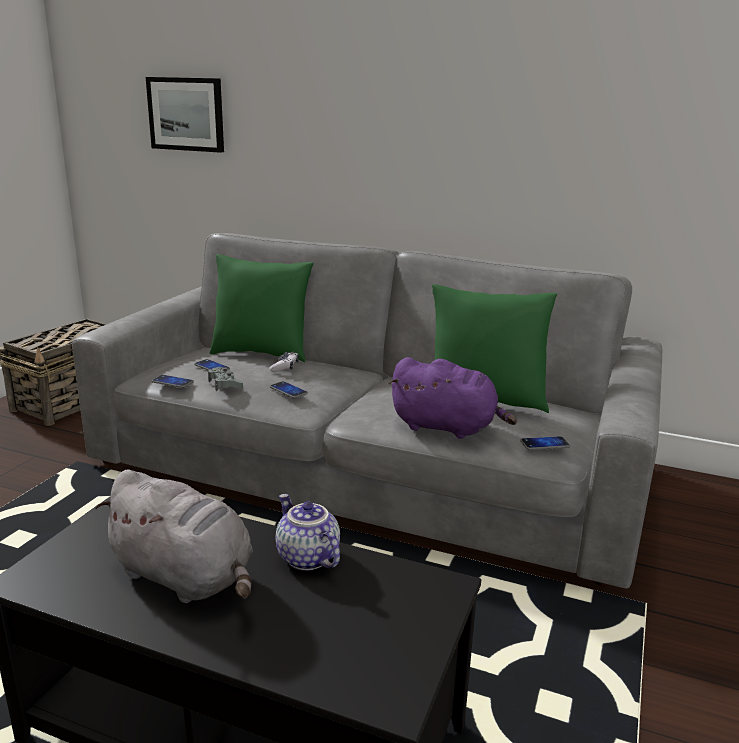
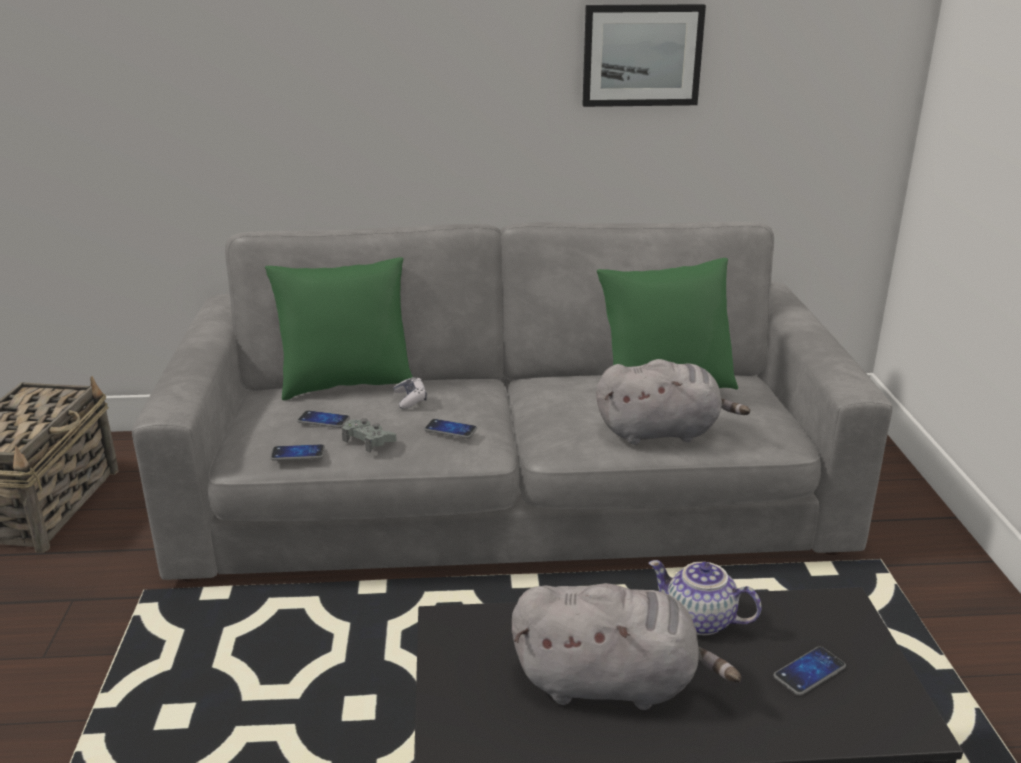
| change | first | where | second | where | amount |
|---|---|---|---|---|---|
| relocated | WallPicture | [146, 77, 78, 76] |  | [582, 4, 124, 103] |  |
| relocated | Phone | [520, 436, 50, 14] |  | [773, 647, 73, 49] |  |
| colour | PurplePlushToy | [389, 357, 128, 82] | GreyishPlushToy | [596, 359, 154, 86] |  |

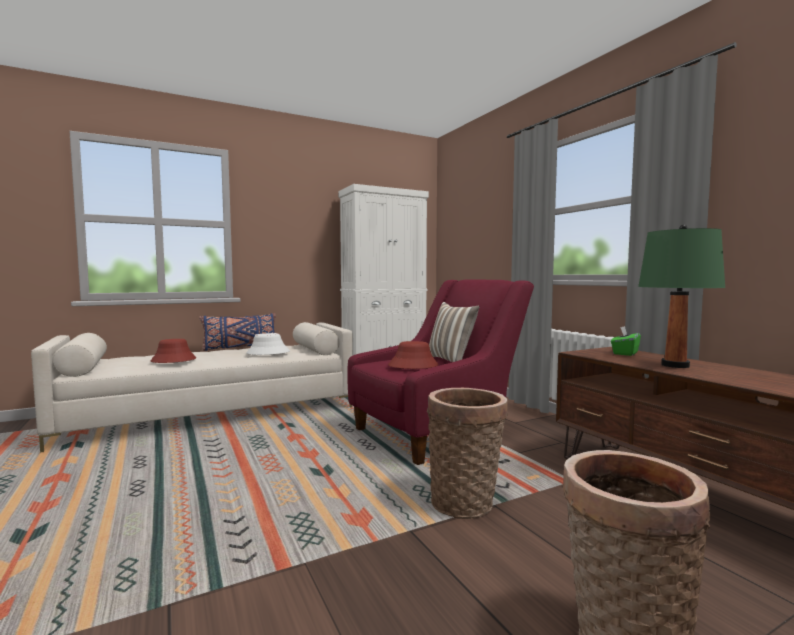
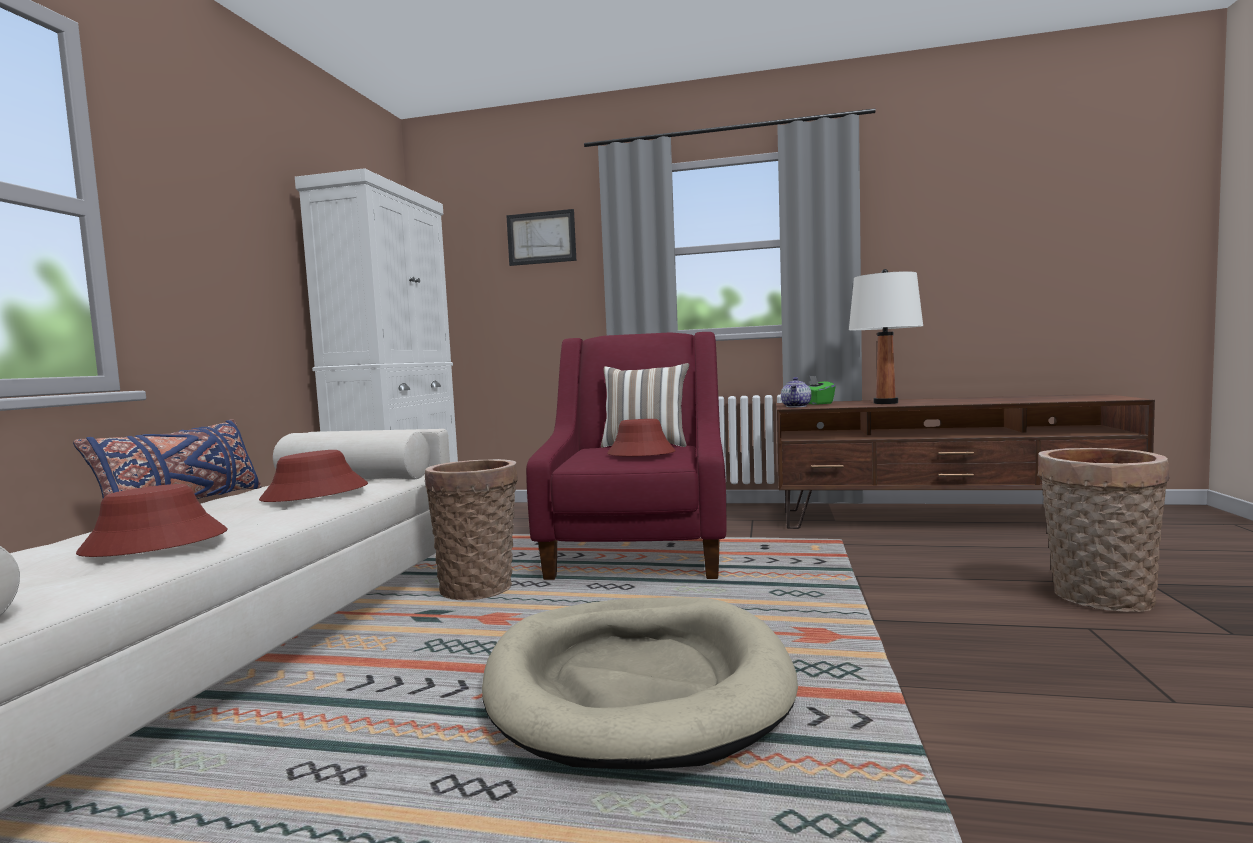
| change | first | where | second | where | amount |
|---|---|---|---|---|---|
| appeared |  |  | BeigeDogBed | [482, 597, 316, 173] |  |
| appeared |  |  | WallPicture | [506, 209, 70, 57] |  |
| appeared |  |  | TeaPot | [781, 377, 30, 30] |  |
| relocated | Basket | [427, 388, 81, 131] |  | [425, 459, 93, 141] |  |
| colour | WhitishClothingHat | [246, 333, 44, 22] | RedColouredClothingHat | [259, 450, 109, 52] |  |
| colour | GreenTableLamp | [638, 225, 88, 143] | WhitishTableLamp | [849, 269, 74, 135] |  |

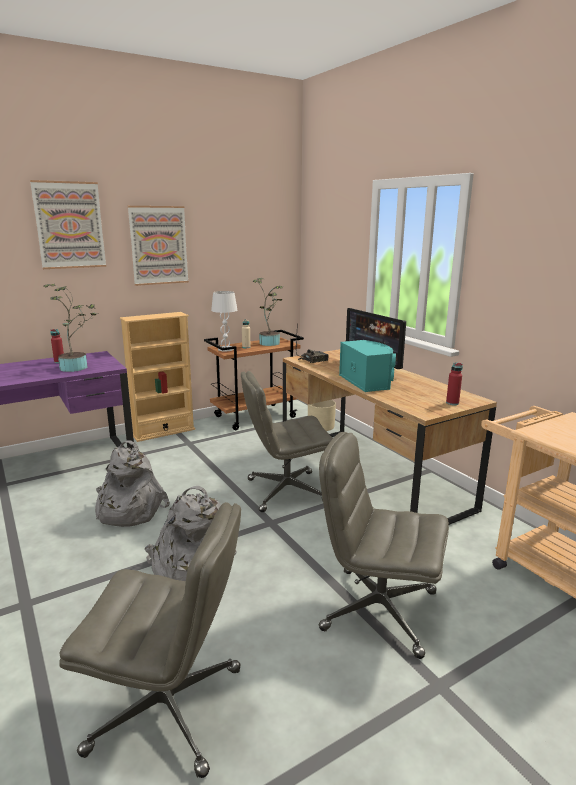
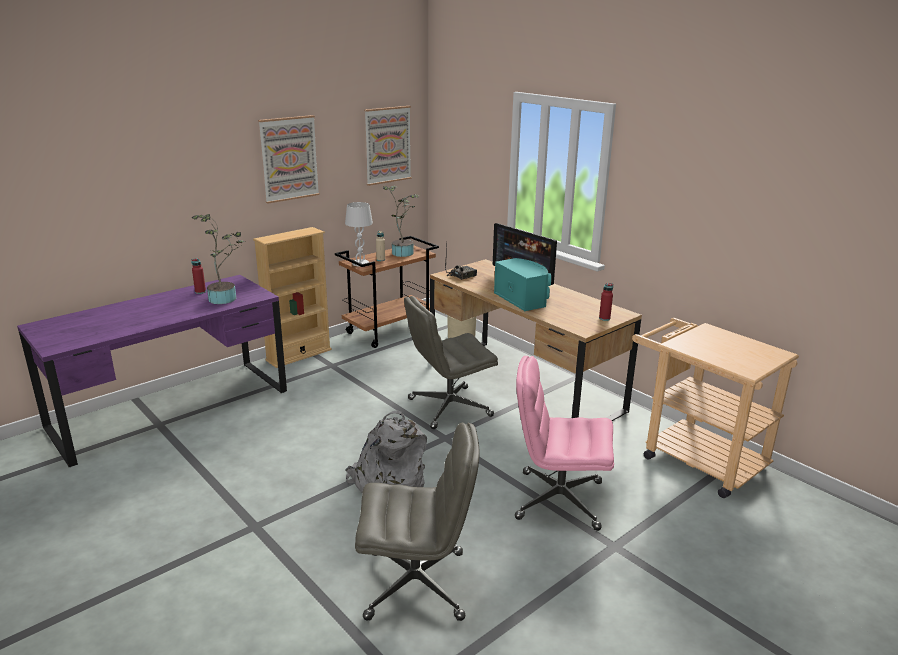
| change | first | where | second | where | amount |
|---|---|---|---|---|---|
| missing | GreyishKnapsack | [95, 440, 75, 87] |  |  |  |
| relocated | WallPicture | [30, 180, 76, 89] |  | [364, 106, 47, 80] |  |
| colour | GreyishDeskChair | [319, 432, 130, 227] | PinkishDeskChair | [515, 356, 99, 175] |  |

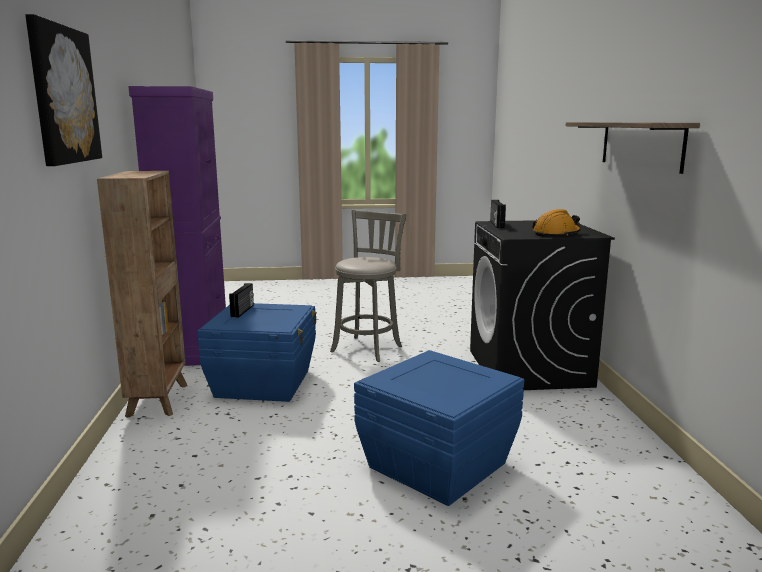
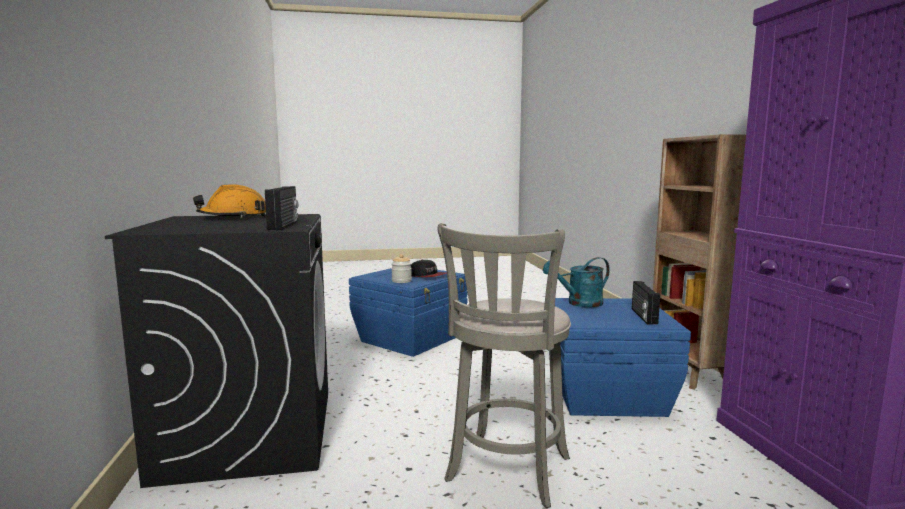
| change | first | where | second | where | amount |
|---|---|---|---|---|---|
| missing | WallPicture | [25, 14, 77, 152] |  |  |  |
| missing | Shelf | [566, 122, 134, 52] |  |  |  |
| appeared |  |  | Jar | [391, 254, 21, 29] |  |
| appeared |  |  | PeakedCap | [411, 259, 35, 18] |  |
| appeared |  |  | BlueGreenWateringPot | [543, 257, 67, 50] |  |

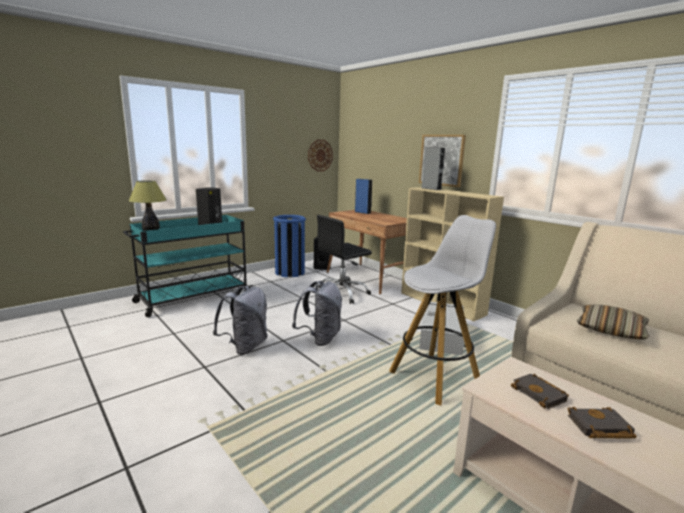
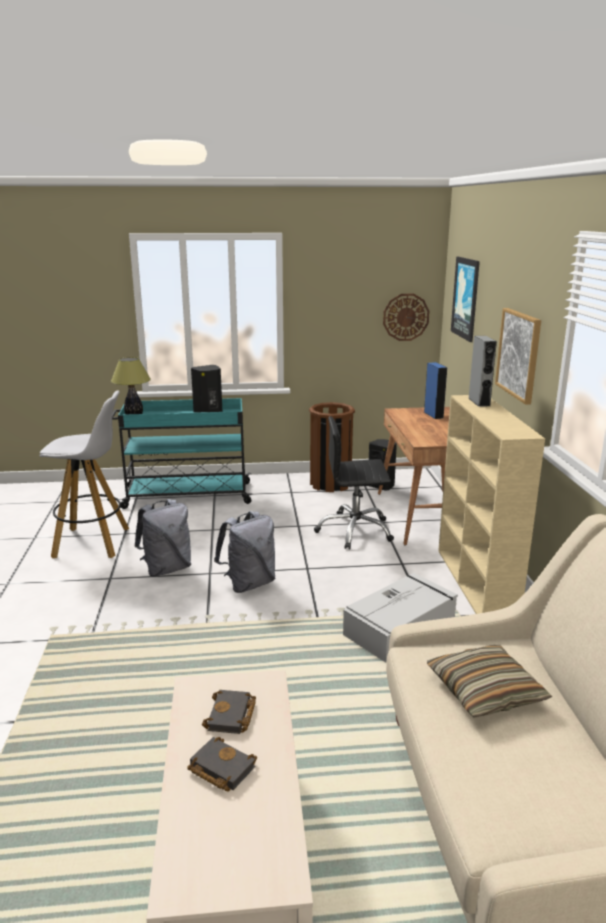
| change | first | where | second | where | amount |
|---|---|---|---|---|---|
| appeared |  |  | WallPicture | [451, 257, 29, 85] |  |
| relocated | WhitishSittingStool | [389, 215, 107, 191] |  | [40, 391, 89, 167] |  |
| colour | BlueTrashCan | [273, 215, 33, 62] | BrownColouredTrashCan | [309, 402, 46, 90] |  |

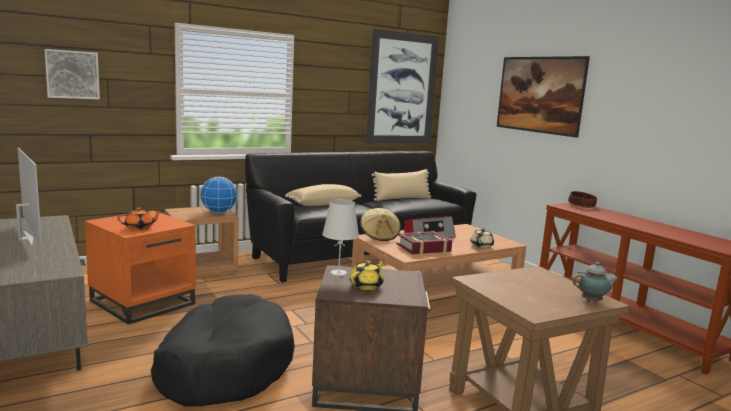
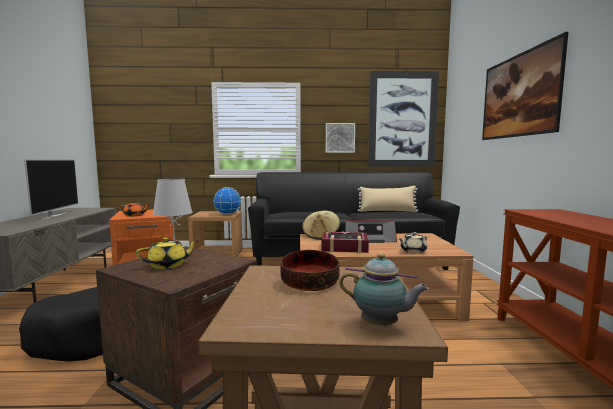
| change | first | where | second | where | amount |
|---|---|---|---|---|---|
| missing | BeigeCushion | [285, 184, 76, 22] |  |  |  |
| relocated | WallPicture | [45, 49, 55, 50] |  | [326, 123, 29, 30] |  |
| relocated | DeepDish | [568, 191, 29, 17] |  | [280, 250, 60, 41] |  |

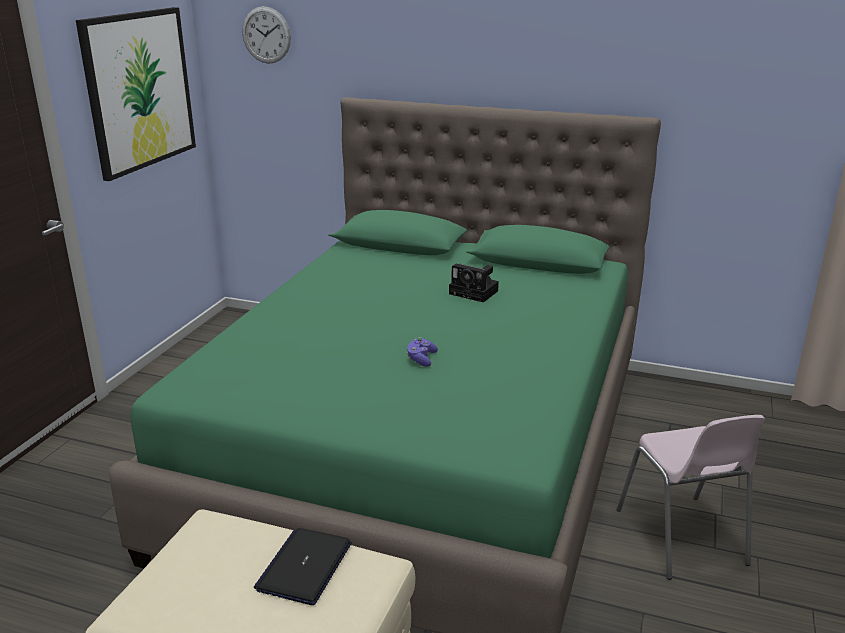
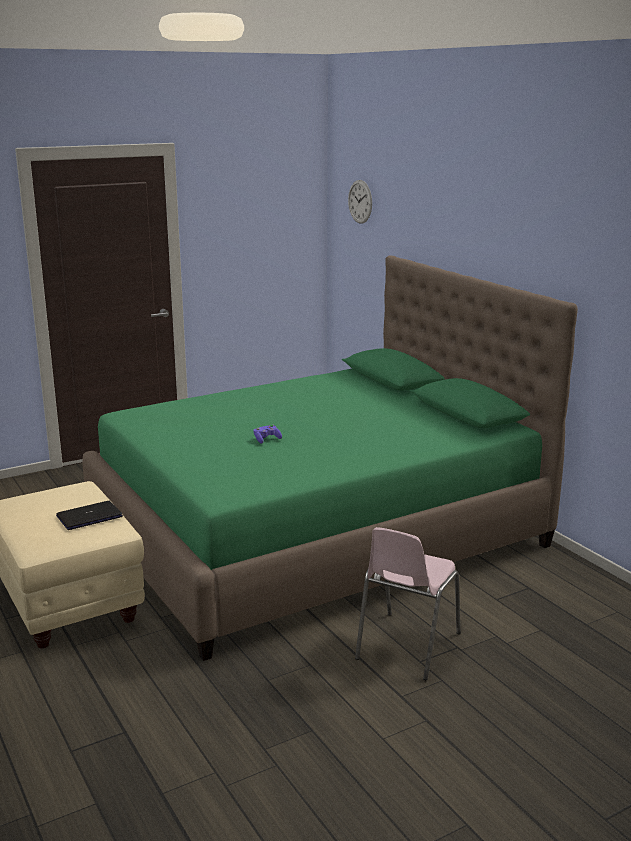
| change | first | where | second | where | amount |
|---|---|---|---|---|---|
| missing | WallPicture | [76, 7, 120, 174] |  |  |  |
| missing | StillCamera | [449, 264, 50, 38] |  |  |  |

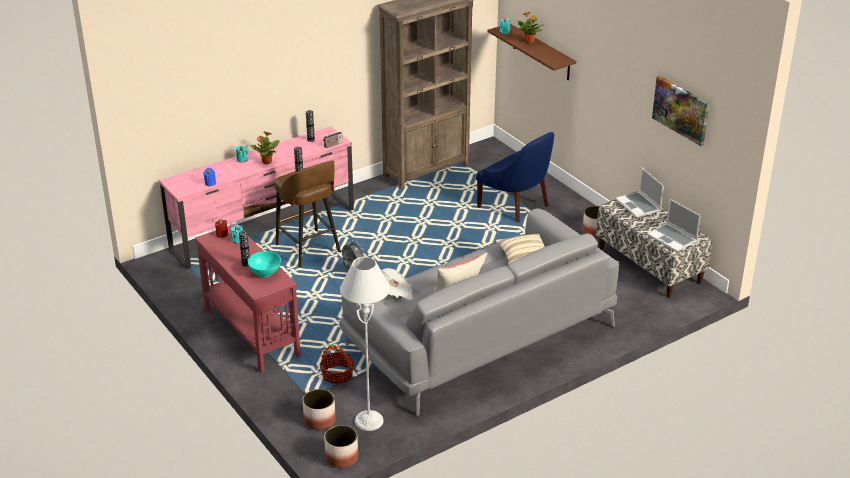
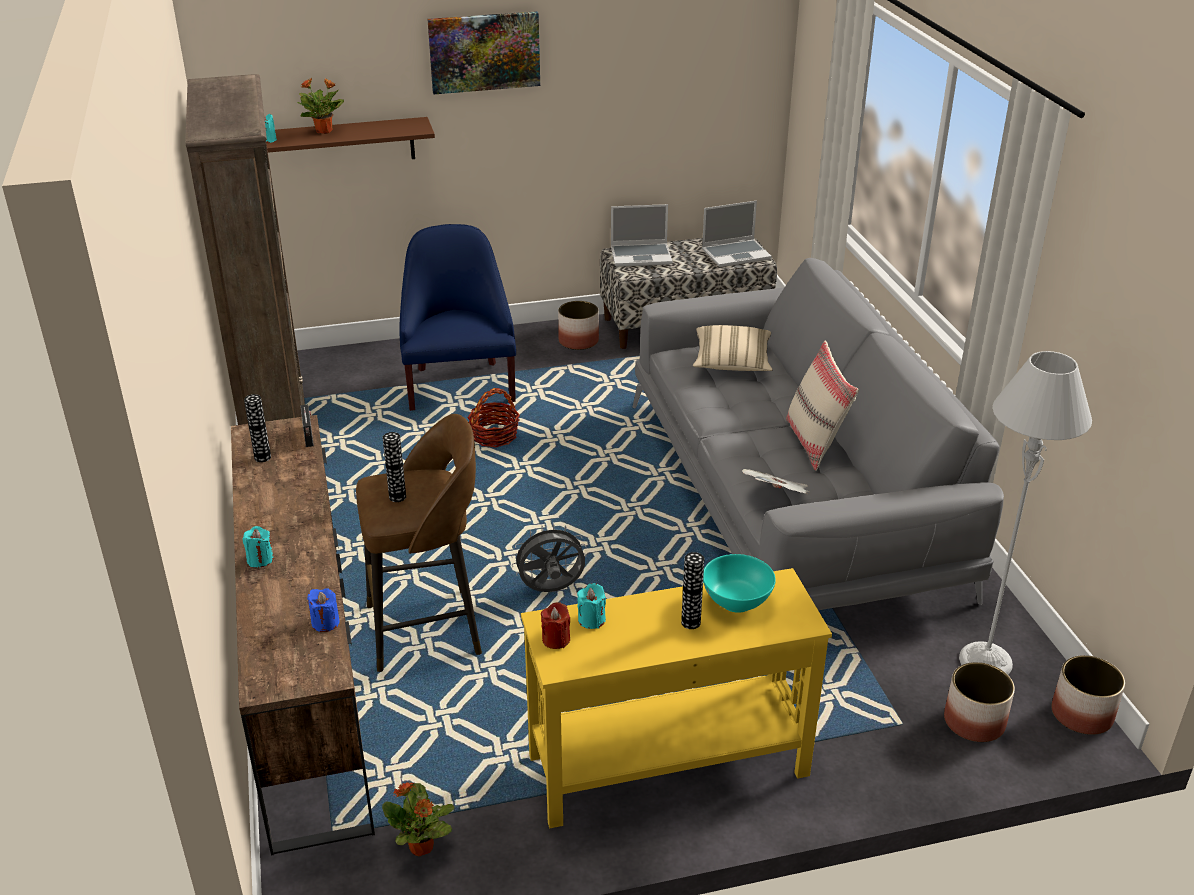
| change | first | where | second | where | amount |
|---|---|---|---|---|---|
| relocated | PottedPlant | [250, 131, 30, 33] |  | [382, 782, 72, 74] |  |
| relocated | Basket | [319, 345, 35, 40] |  | [467, 388, 53, 60] |  |
| relocated | WallPicture | [652, 76, 57, 70] |  | [427, 11, 113, 83] |  |
| colour | PinkishTvStand | [159, 126, 195, 143] | BrownColouredTvStand | [231, 415, 144, 441] |  |
| colour | RedColouredHallTable | [195, 224, 106, 149] | YellowHallTable | [521, 568, 311, 260] |  |
| spun | BlueEasyChair | [476, 132, 78, 90] |  | [399, 224, 117, 187] | 75 degrees counterclockwise |

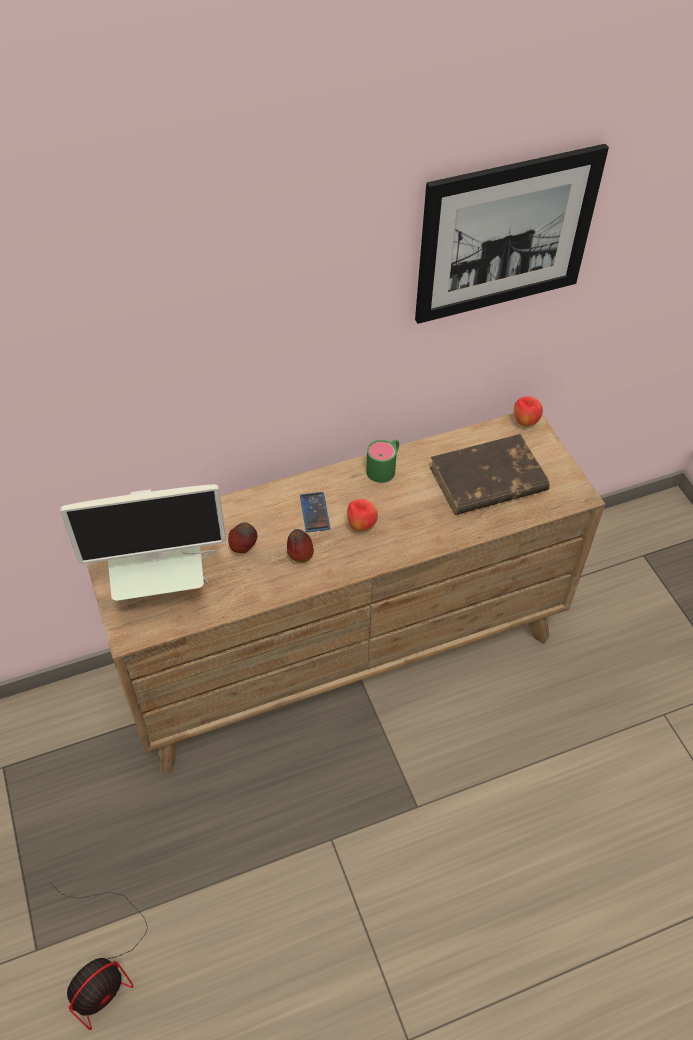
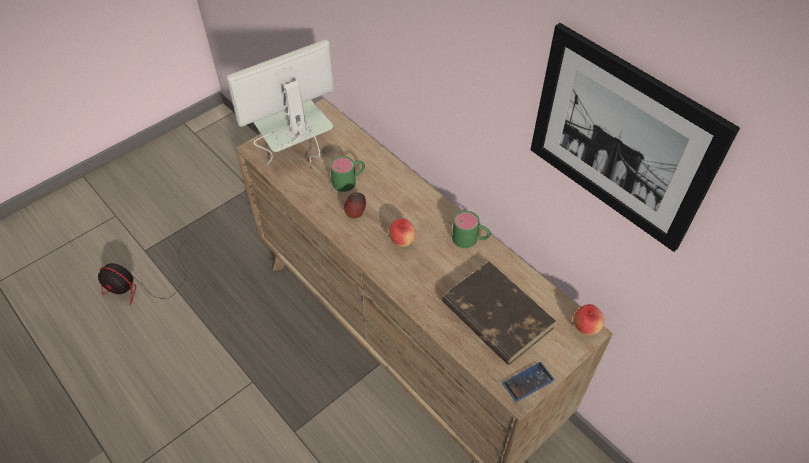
| change | first | where | second | where | amount |
|---|---|---|---|---|---|
| relocated | Phone | [300, 492, 30, 40] |  | [502, 362, 52, 40] |  |
| exchanged | Apple | [228, 523, 29, 30] | GreenTeaMug | [330, 156, 35, 36] |  |
| spun | ComputerDisplay | [60, 484, 166, 117] |  | [226, 39, 108, 125] | 90 degrees clockwise |

